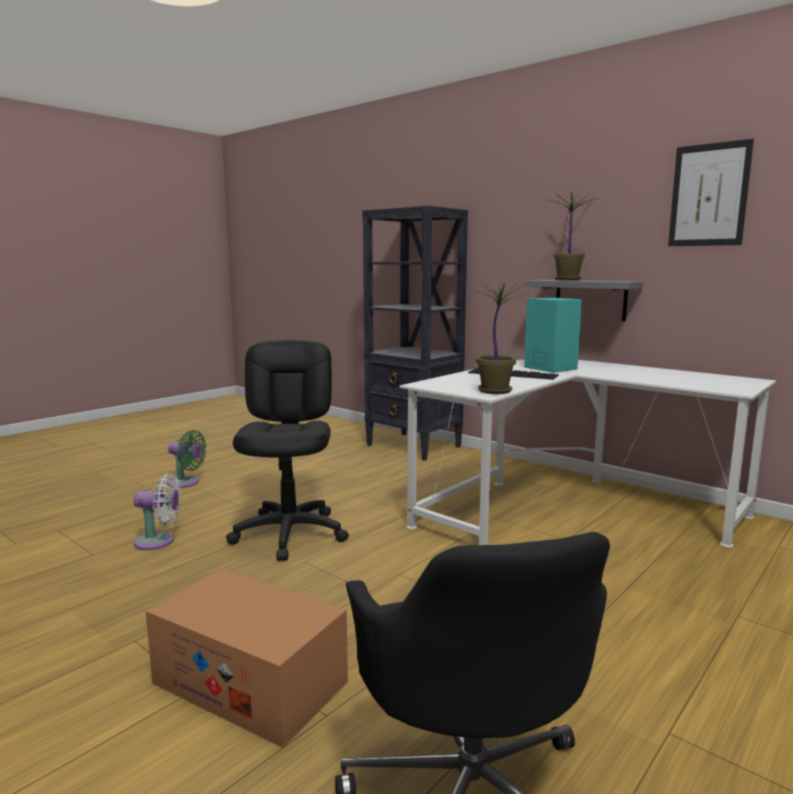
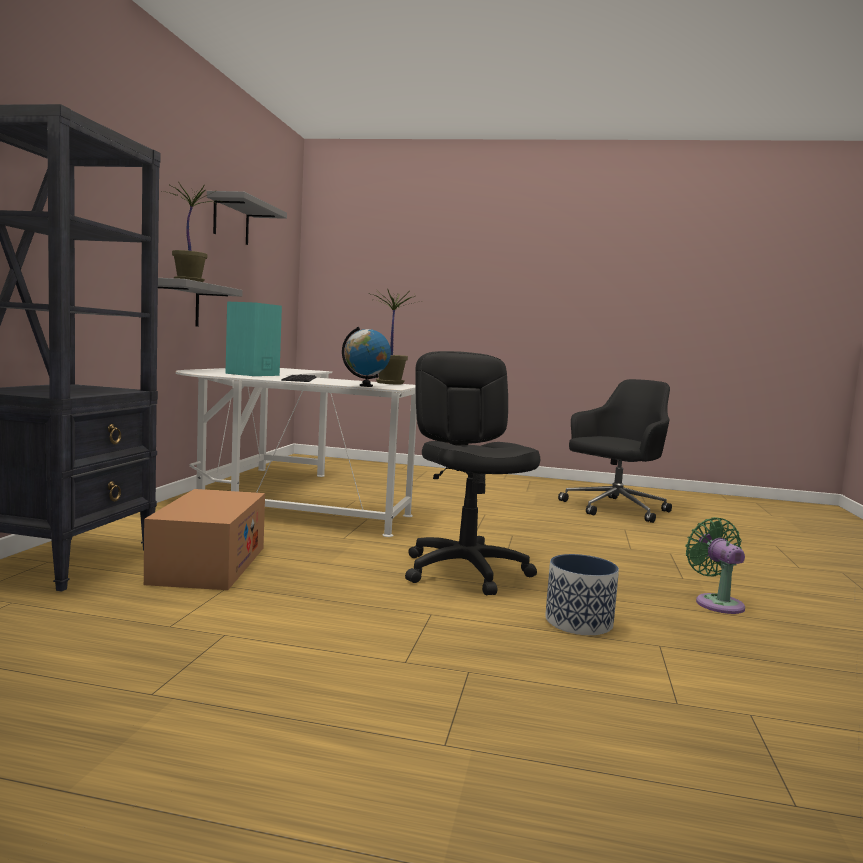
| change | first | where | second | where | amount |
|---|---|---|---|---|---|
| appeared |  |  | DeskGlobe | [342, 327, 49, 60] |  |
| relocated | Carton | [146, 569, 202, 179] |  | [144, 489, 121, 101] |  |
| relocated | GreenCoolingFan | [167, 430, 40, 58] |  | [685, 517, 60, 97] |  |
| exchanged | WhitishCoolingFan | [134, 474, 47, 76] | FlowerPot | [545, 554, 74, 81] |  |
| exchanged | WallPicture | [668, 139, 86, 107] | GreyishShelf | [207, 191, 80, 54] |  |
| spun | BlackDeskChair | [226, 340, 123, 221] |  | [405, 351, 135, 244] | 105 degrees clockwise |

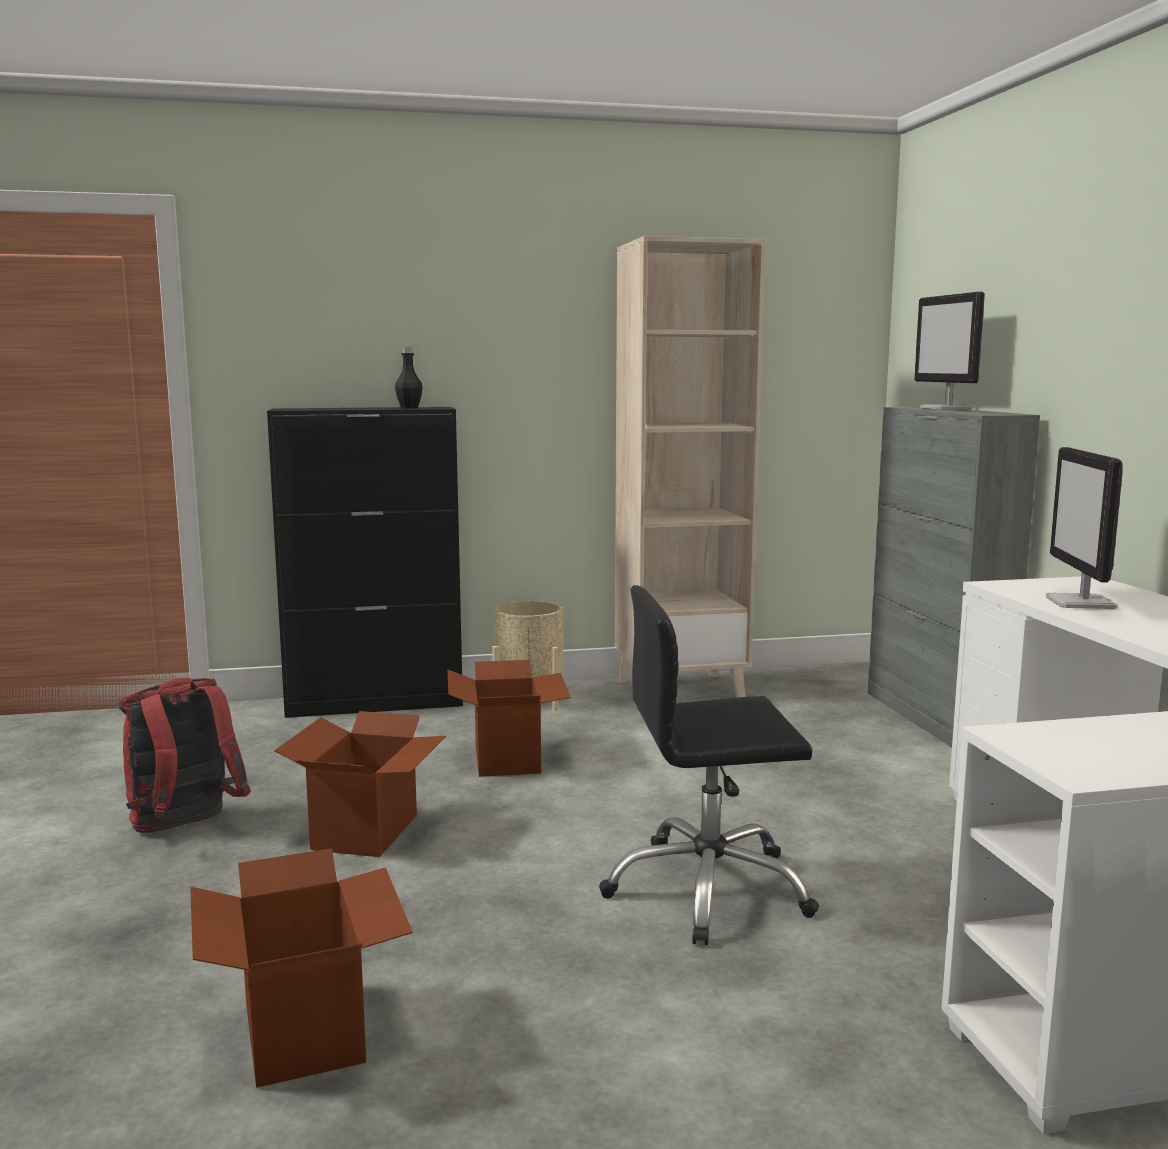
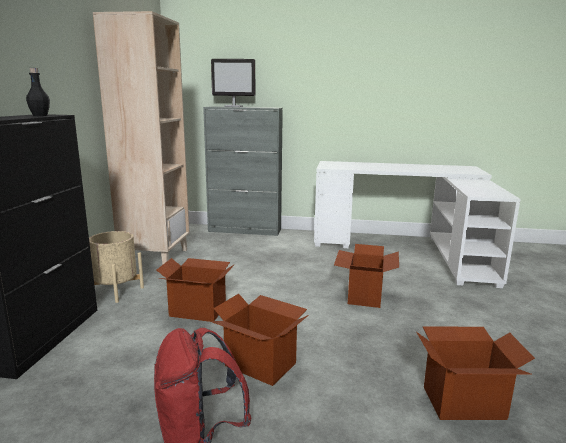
| change | first | where | second | where | amount |
|---|---|---|---|---|---|
| missing | ComputerDisplay | [1046, 447, 77, 162] |  |  |  |
| exchanged | BlackDeskChair | [599, 585, 220, 360] | Carton | [334, 244, 65, 64] |  |

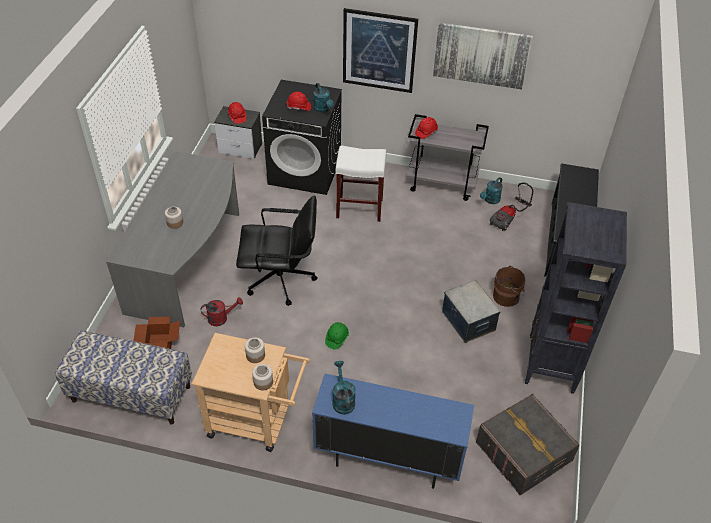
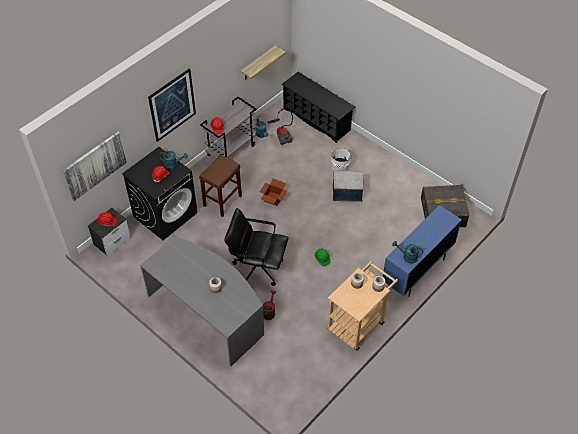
| change | first | where | second | where | amount |
|---|---|---|---|---|---|
| missing | Bench | [55, 331, 137, 94] |  |  |  |
| missing | BlackBookshelf | [525, 202, 102, 192] |  |  |  |
| appeared |  |  | Shelf | [241, 45, 45, 35] |  |
| relocated | Carton | [133, 316, 47, 33] |  | [260, 179, 27, 27] |  |
| relocated | WallPicture | [433, 22, 100, 67] |  | [63, 132, 64, 69] |  |
| colour | WhitishSittingStool | [335, 146, 52, 76] | BrownColouredSittingStool | [199, 155, 43, 62] |  |
| colour | BrownColouredPail | [493, 265, 33, 42] | WhitishPail | [331, 148, 22, 23] |  |
| spun | BlackDeskChair | [236, 196, 81, 110] |  | [224, 208, 64, 78] | 105 degrees counterclockwise |

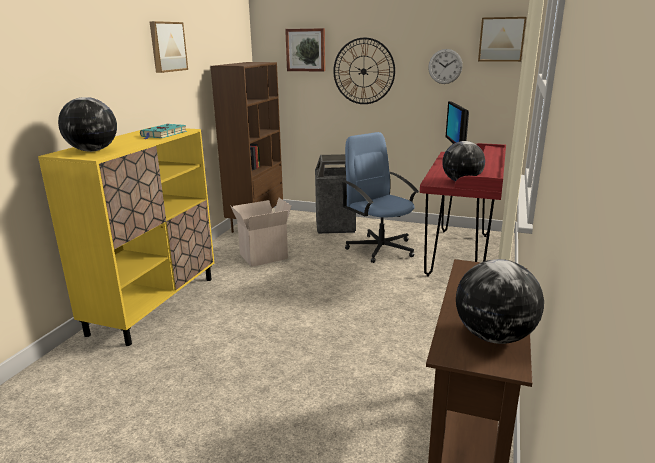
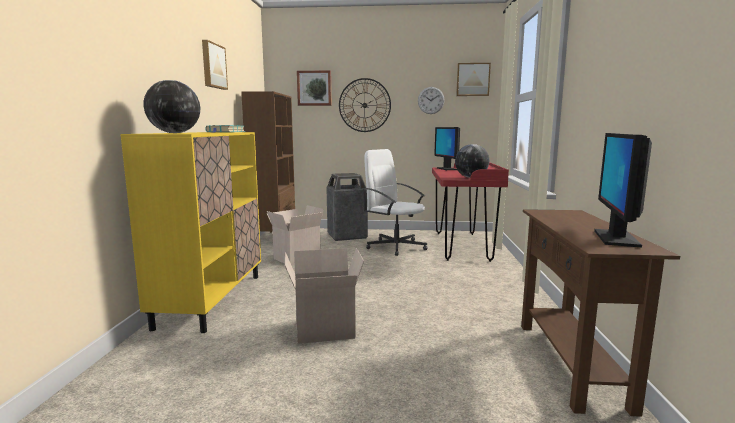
| change | first | where | second | where | amount |
|---|---|---|---|---|---|
| appeared |  |  | Carton | [285, 248, 79, 96] |  |
| exchanged | DeskGlobe | [456, 259, 88, 85] | ComputerDisplay | [594, 133, 58, 115] |  |
| colour | BlueDeskChair | [341, 132, 78, 131] | WhitishDeskChair | [362, 149, 66, 107] |  |

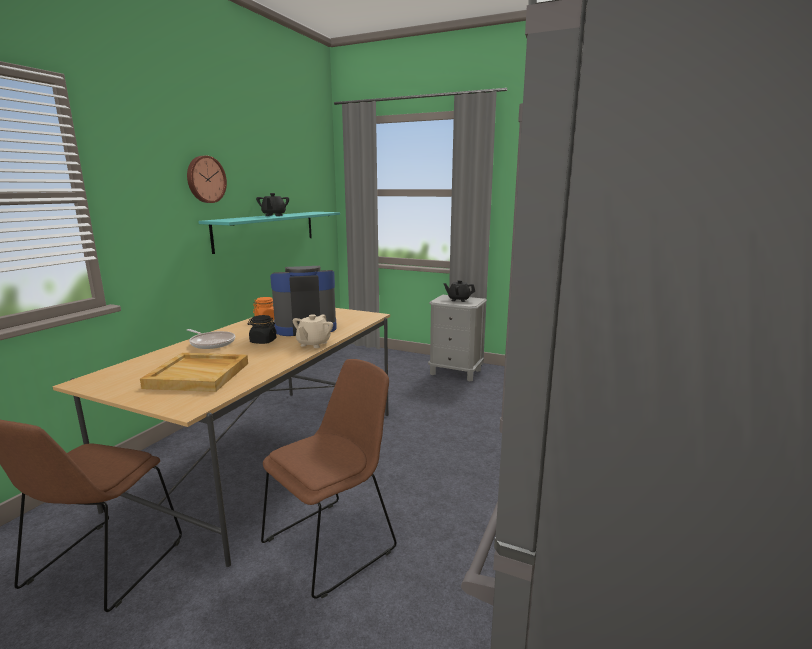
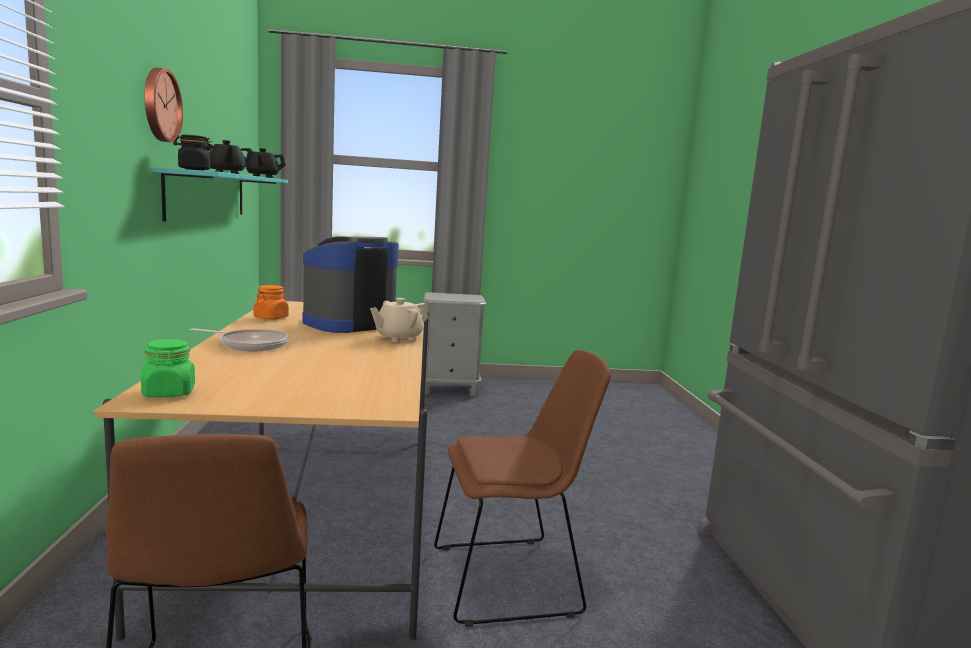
| change | first | where | second | where | amount |
|---|---|---|---|---|---|
| missing | BeigeServingTray | [140, 353, 108, 39] |  |  |  |
| appeared |  |  | GreenJar | [141, 339, 54, 58] |  |
| relocated | BlackJar | [247, 315, 30, 29] |  | [173, 135, 41, 36] |  |
| relocated | BlackTeaPot | [444, 280, 31, 22] |  | [242, 148, 44, 30] |  |
| spun | BrownColouredUprightChair | [261, 359, 136, 240] |  | [434, 350, 177, 277] | 60 degrees clockwise |
| spun | BeigeTeaPot | [293, 314, 40, 34] |  | [370, 298, 58, 44] | 60 degrees clockwise |

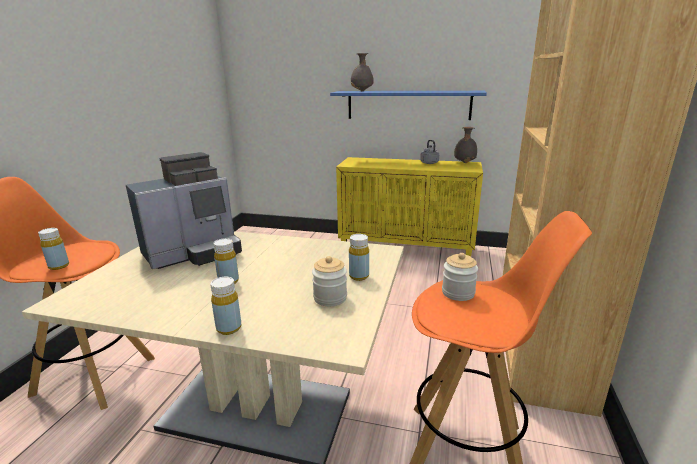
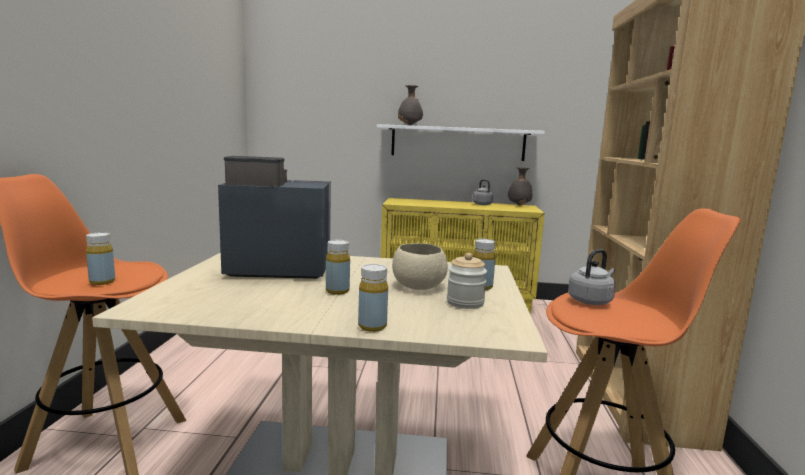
| change | first | where | second | where | amount |
|---|---|---|---|---|---|
| appeared |  |  | BeigeDeepDish | [392, 243, 56, 47] |  |
| exchanged | Jar | [442, 253, 36, 48] | GreyishTeaKettle | [568, 249, 48, 56] |  |
| colour | BlueShelf | [330, 91, 157, 29] | WhitishShelf | [377, 124, 168, 37] |  |
| spun | CoffeeBrewer | [126, 152, 116, 117] |  | [218, 156, 113, 123] | 135 degrees counterclockwise |

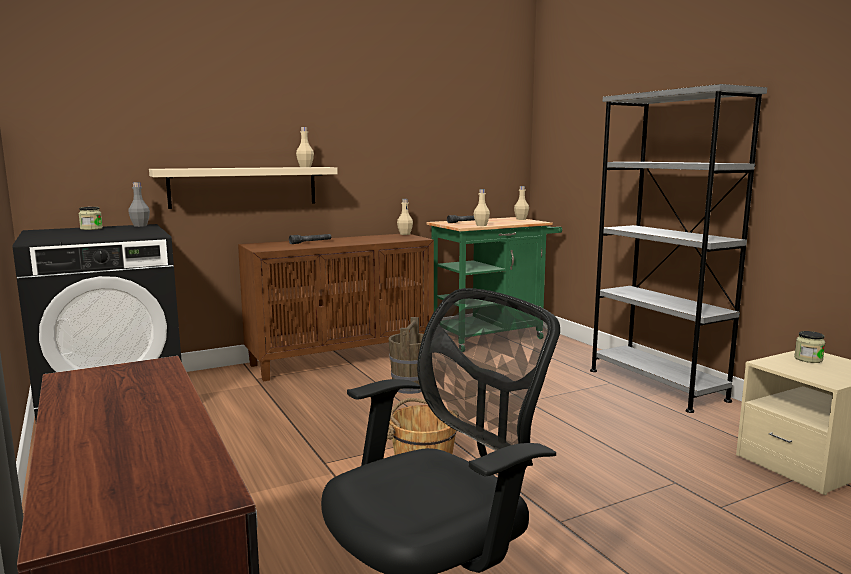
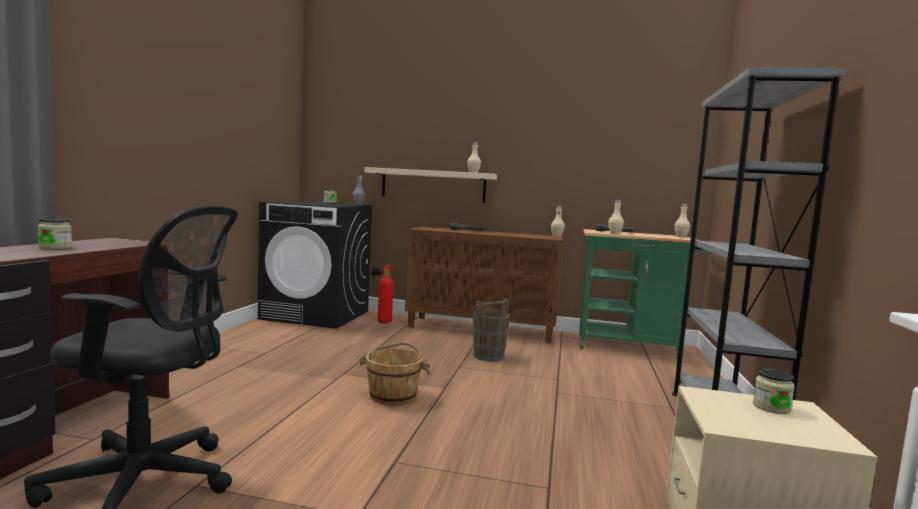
| change | first | where | second | where | amount |
|---|---|---|---|---|---|
| appeared |  |  | Jar | [38, 218, 34, 31] |  |
| appeared |  |  | FireFightingCylinder | [371, 264, 23, 60] |  |

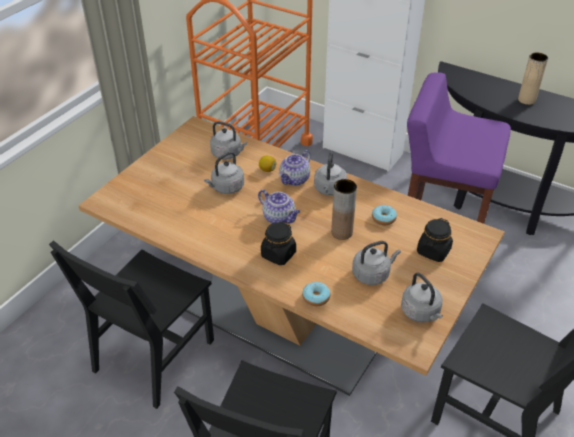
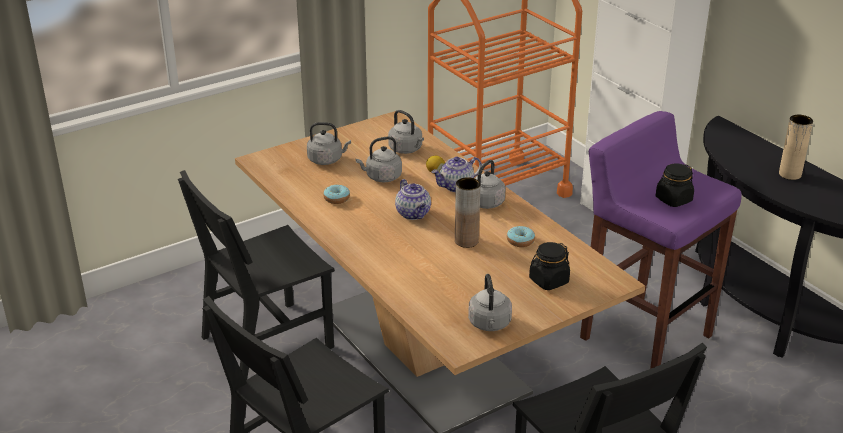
| change | first | where | second | where | amount |
|---|---|---|---|---|---|
| relocated | BlackJar | [261, 221, 35, 44] |  | [656, 163, 38, 44] |  |
| relocated | RingDoughnut | [302, 282, 28, 24] |  | [323, 184, 27, 20] |  |
| relocated | GreyishTeaKettle | [352, 241, 49, 44] |  | [307, 122, 44, 43] |  |

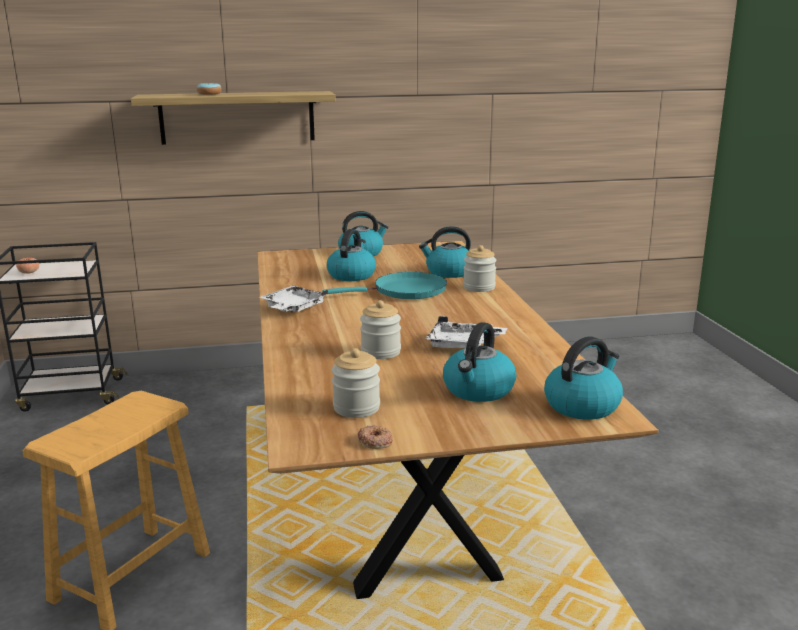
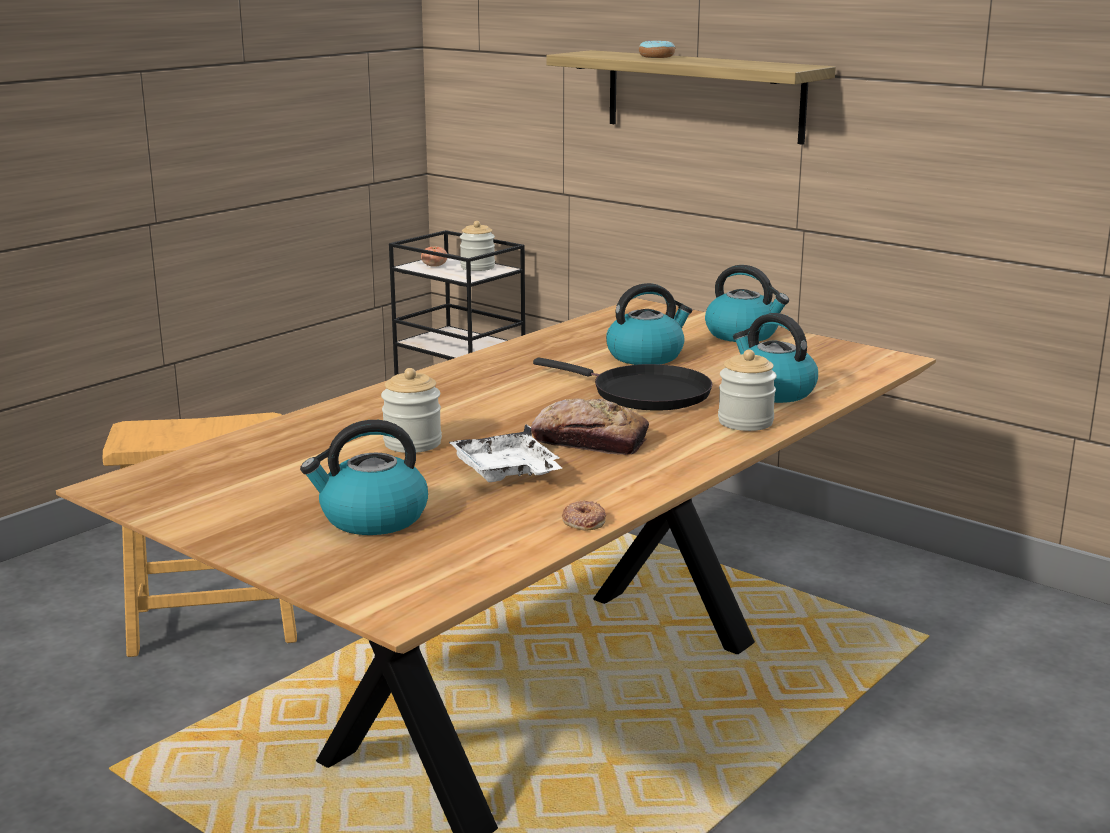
| change | first | where | second | where | amount |
|---|---|---|---|---|---|
| missing | WhitishServingTray | [260, 286, 68, 26] |  |  |  |
| missing | TeaKettle | [544, 337, 79, 83] |  |  |  |
| appeared |  |  | BakeryBread | [531, 398, 118, 57] |  |
| relocated | Jar | [332, 348, 48, 70] |  | [460, 221, 35, 50] |  |
| relocated | RingDoughnut | [358, 425, 35, 24] |  | [562, 500, 44, 31] |  |
| colour | BlueGreenSkillet | [322, 272, 125, 27] | BlackSkillet | [533, 358, 179, 53] |  |

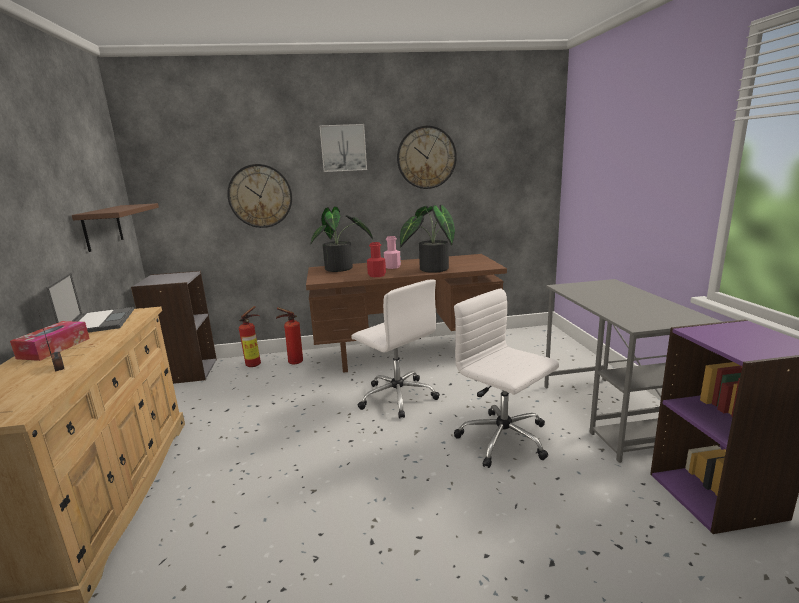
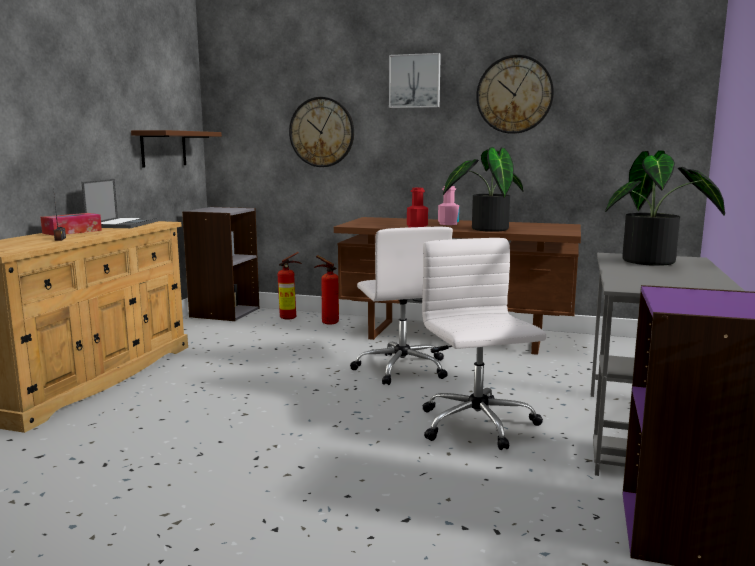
| change | first | where | second | where | amount |
|---|---|---|---|---|---|
| relocated | PottedPlant | [310, 206, 63, 66] |  | [605, 150, 120, 116] |  |

